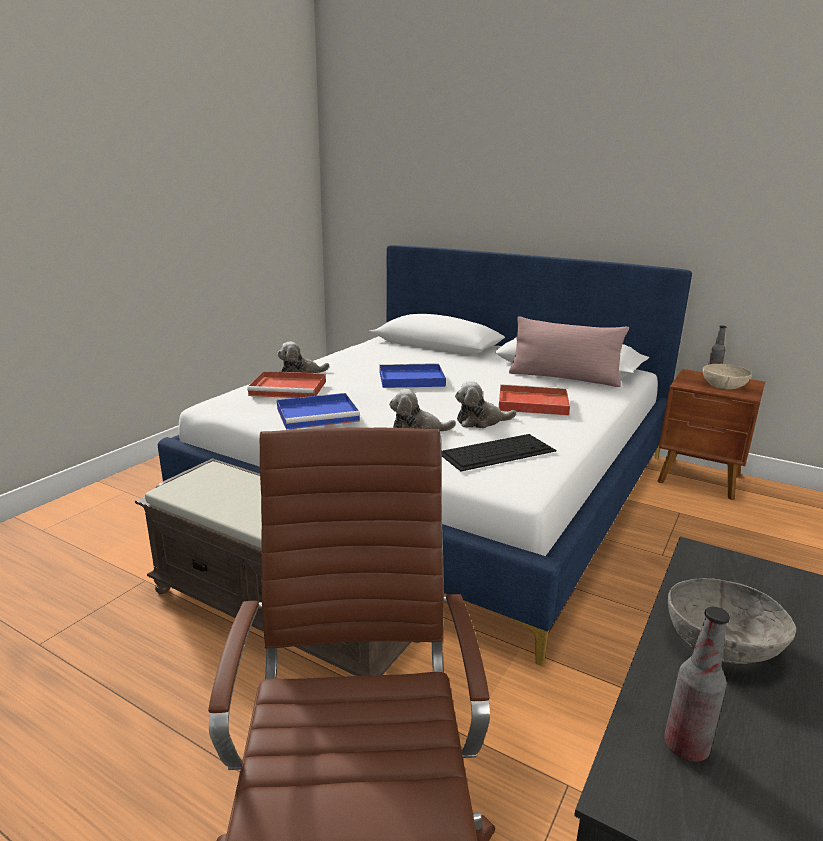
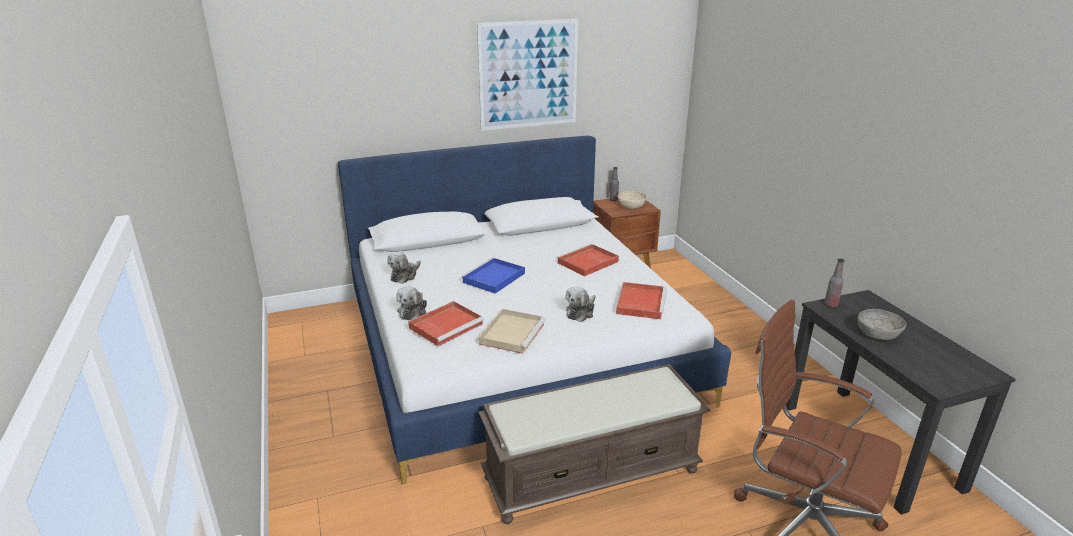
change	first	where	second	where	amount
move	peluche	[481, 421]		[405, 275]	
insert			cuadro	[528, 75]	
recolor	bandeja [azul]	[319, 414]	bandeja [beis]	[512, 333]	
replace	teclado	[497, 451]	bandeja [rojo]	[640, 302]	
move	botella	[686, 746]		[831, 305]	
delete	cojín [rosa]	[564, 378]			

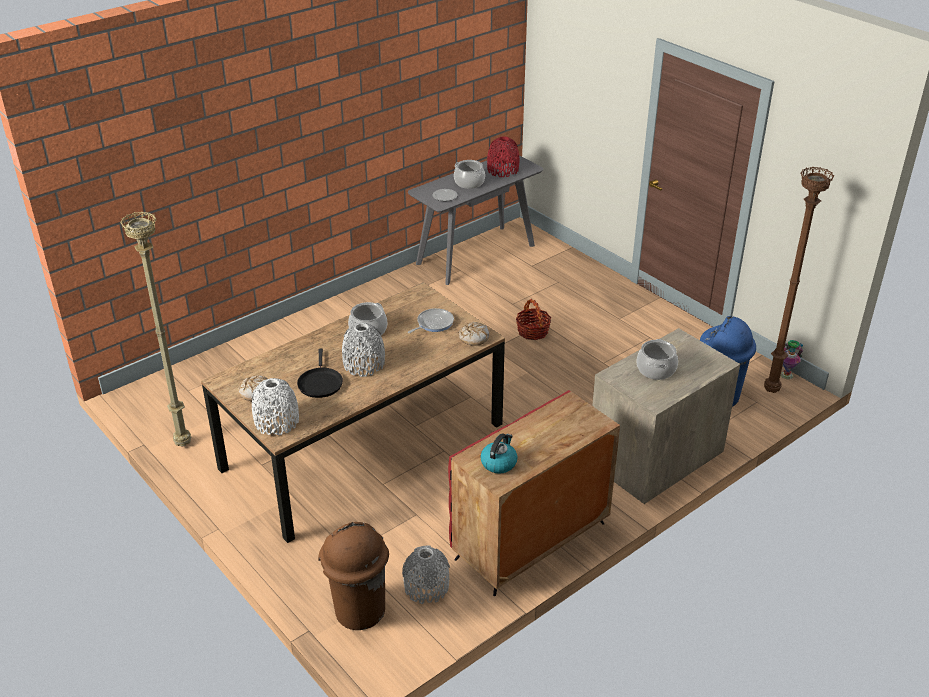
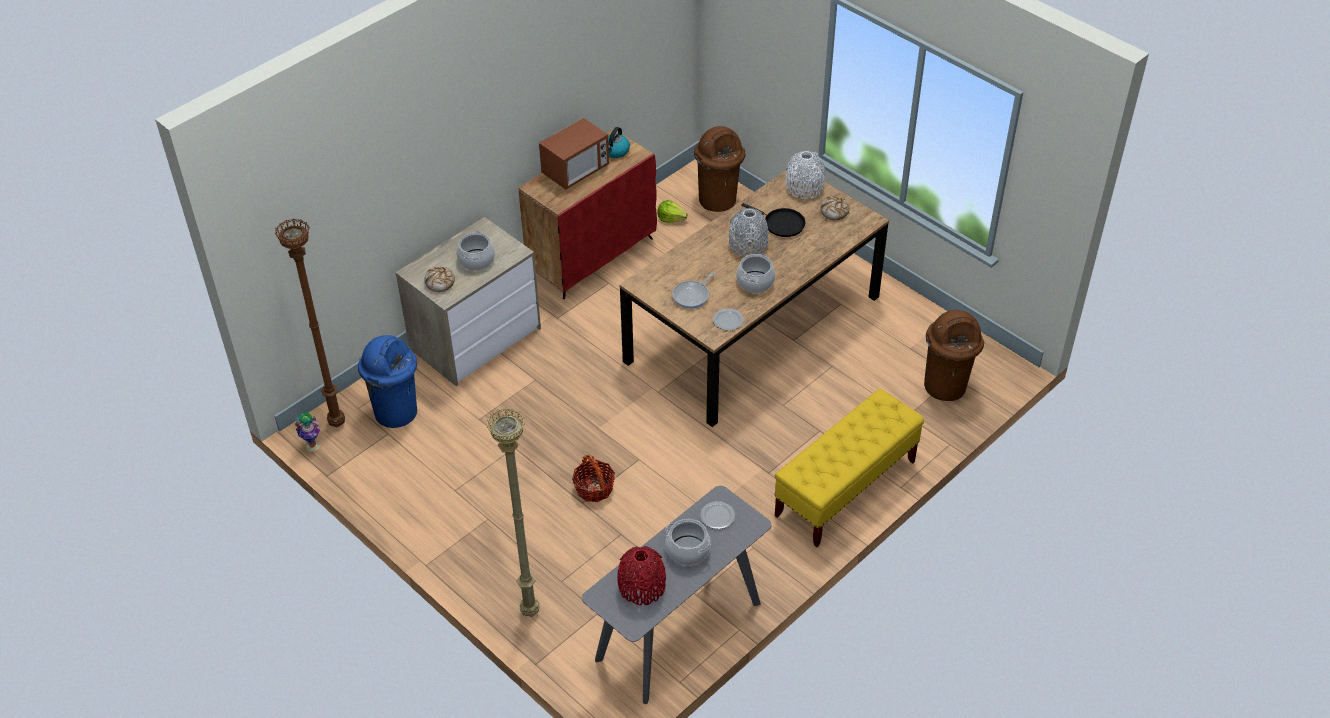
change	first	where	second	where	amount
move	pan	[474, 337]		[440, 282]	
move	lámpara de pie [beis]	[184, 444]		[528, 612]	
insert			microondas	[575, 171]	
replace	florero [gris]	[426, 587]	lechuga	[671, 218]	
insert			plato	[727, 321]	
rotate	sartén [negro]	[320, 383]		[781, 224]	135 degrees clockwise
insert			banco [amarillo]	[845, 489]	
insert			papelera [marrón]	[946, 386]	

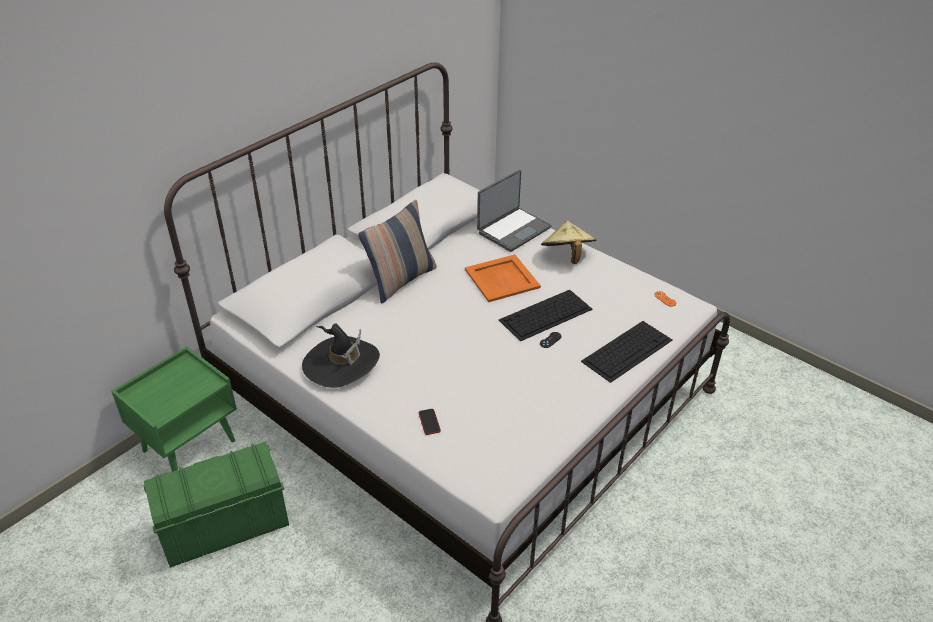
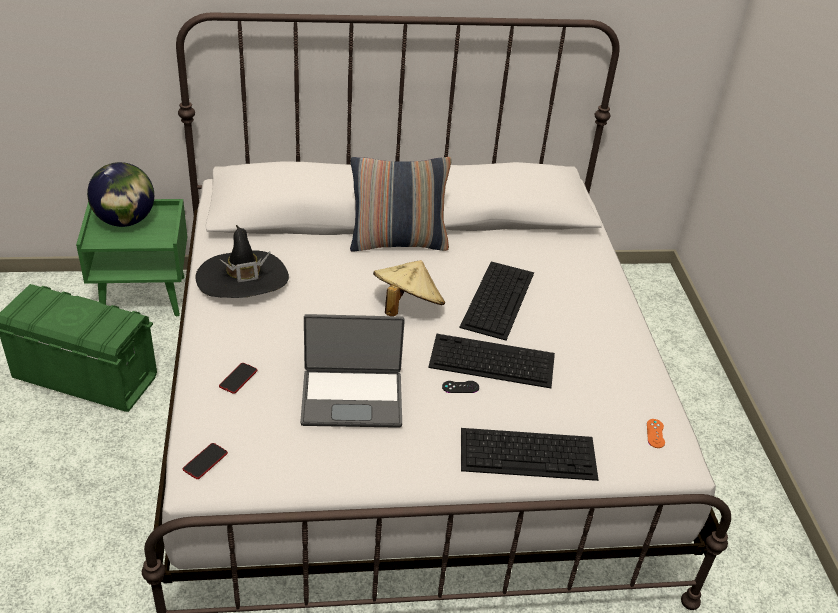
change	first	where	second	where	amount
insert			globo terráqueo	[125, 221]	
insert			móvil	[205, 461]	
move	portátil	[513, 230]		[352, 398]	
move	sombrero [beis]	[567, 256]		[407, 306]	
replace	bandeja [naranja]	[501, 278]	teclado	[497, 298]	

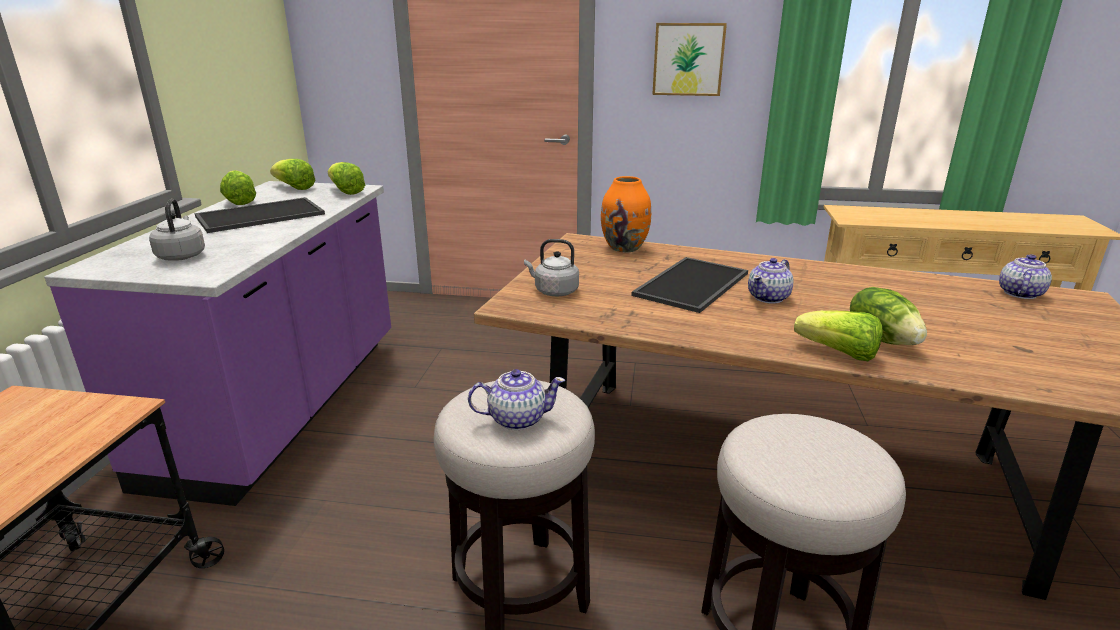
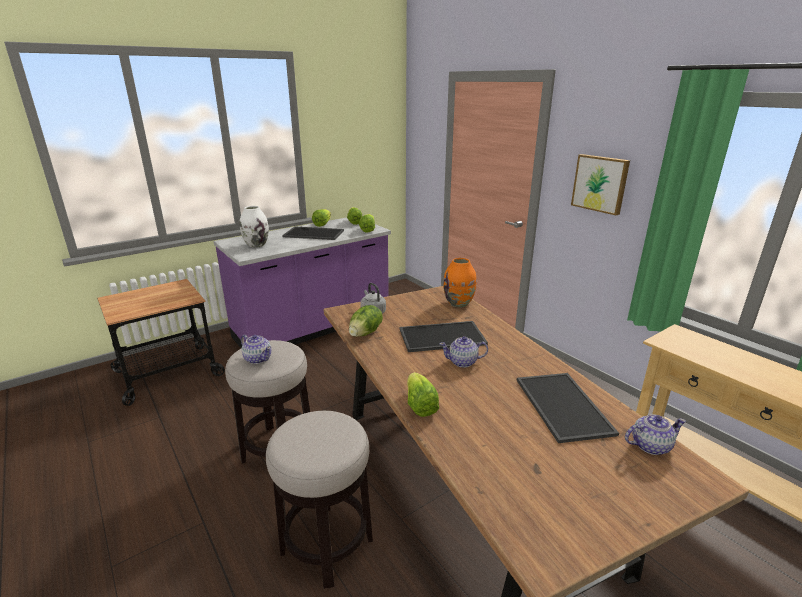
change	first	where	second	where	amount
replace	hervidor [gris]	[182, 255]	florero [blanco]	[256, 245]	
move	lechuga	[882, 338]		[366, 333]	
insert			bandeja	[561, 405]	

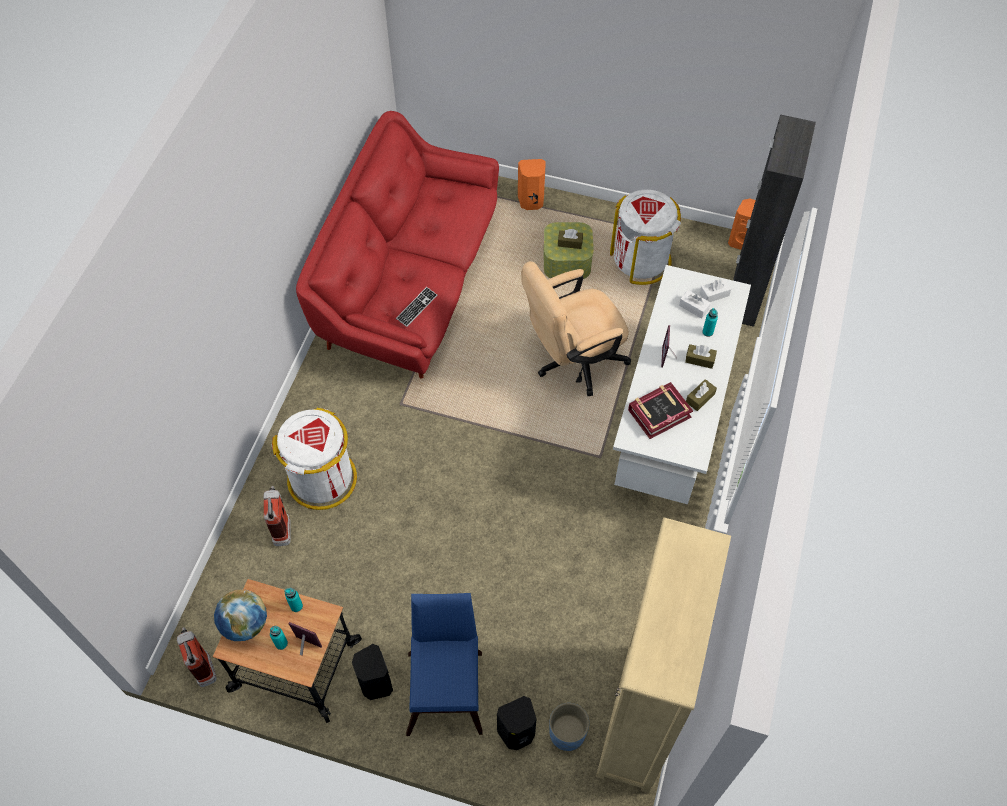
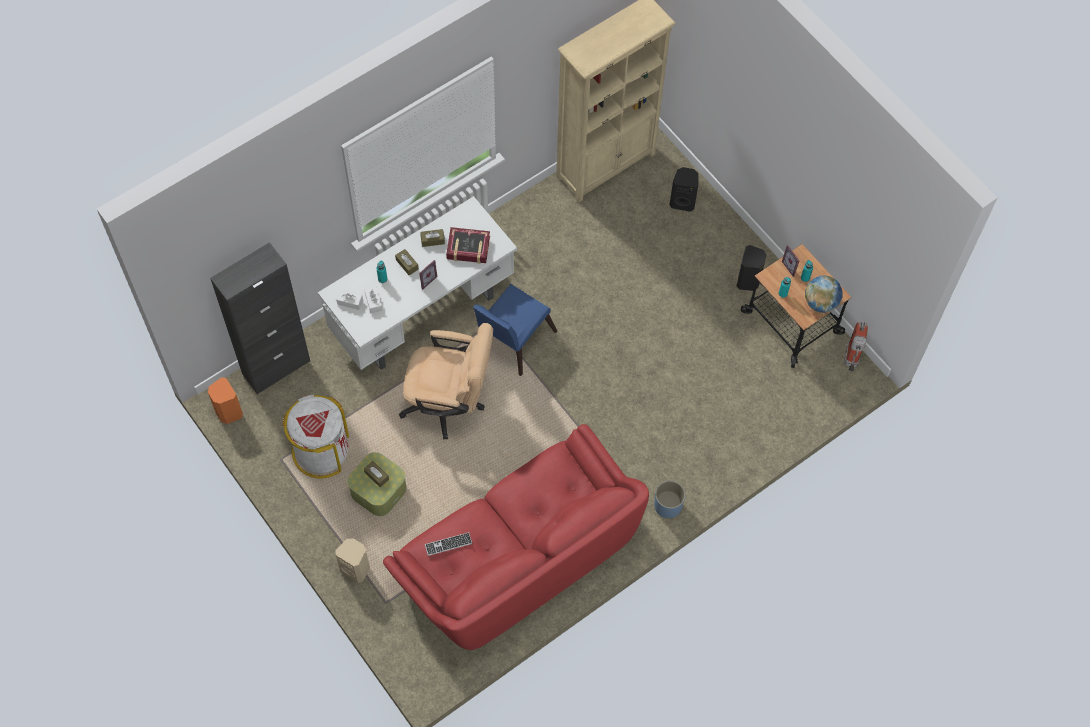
change	first	where	second	where	amount
recolor	altavoz [naranja]	[531, 202]	altavoz [beis]	[356, 568]	
move	teclado	[416, 307]		[448, 544]	
move	silla [azul]	[446, 685]		[512, 342]	
move	maceta [azul]	[567, 733]		[668, 506]	
delete	extintor	[282, 526]			
delete	papelera [blanco]	[322, 479]			

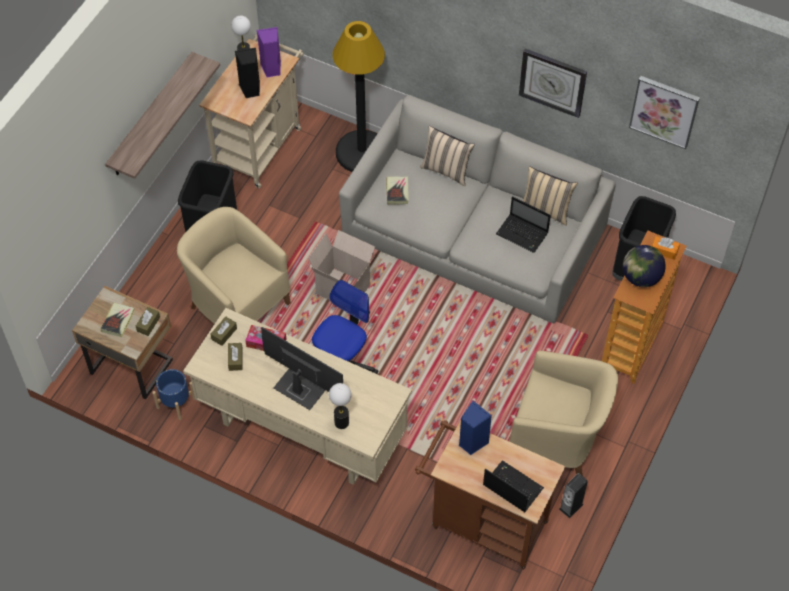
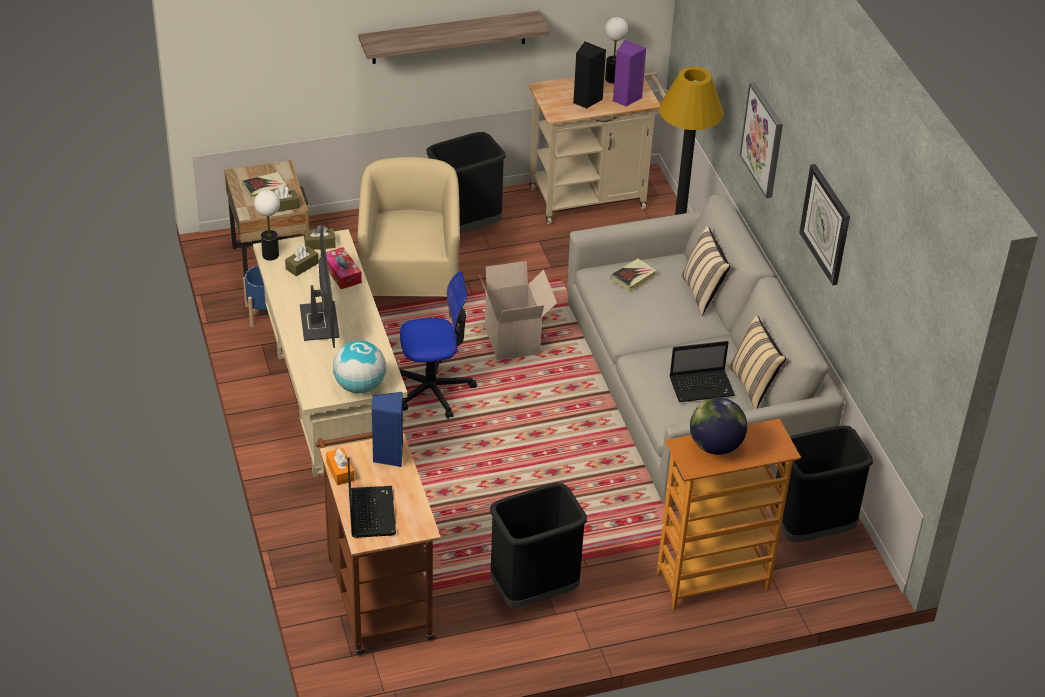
change	first	where	second	where	amount
move	lámpara de mesa	[341, 423]		[270, 255]	
move	caja de pañuelos [naranja]	[664, 251]		[340, 471]	
insert			globo terráqueo	[359, 386]	
replace	sillón [beis]	[557, 440]	papelera [negro]	[533, 591]	
rotate	portátil	[523, 234]		[702, 386]	90 degrees counterclockwise
move	cuadro	[664, 111]		[763, 139]	
delete	altavoz	[571, 506]			

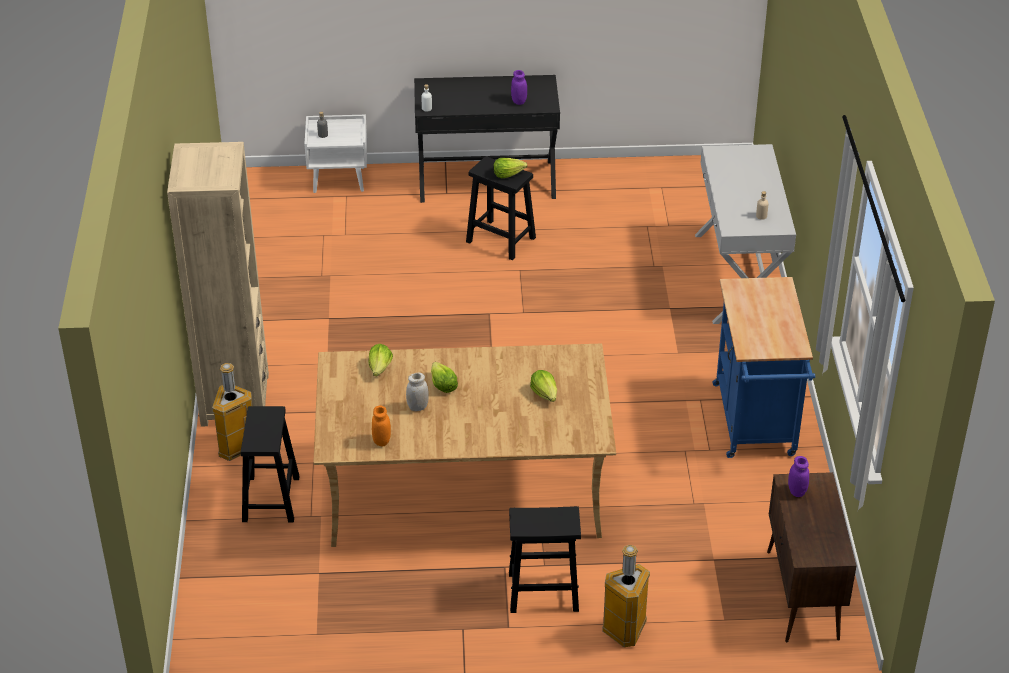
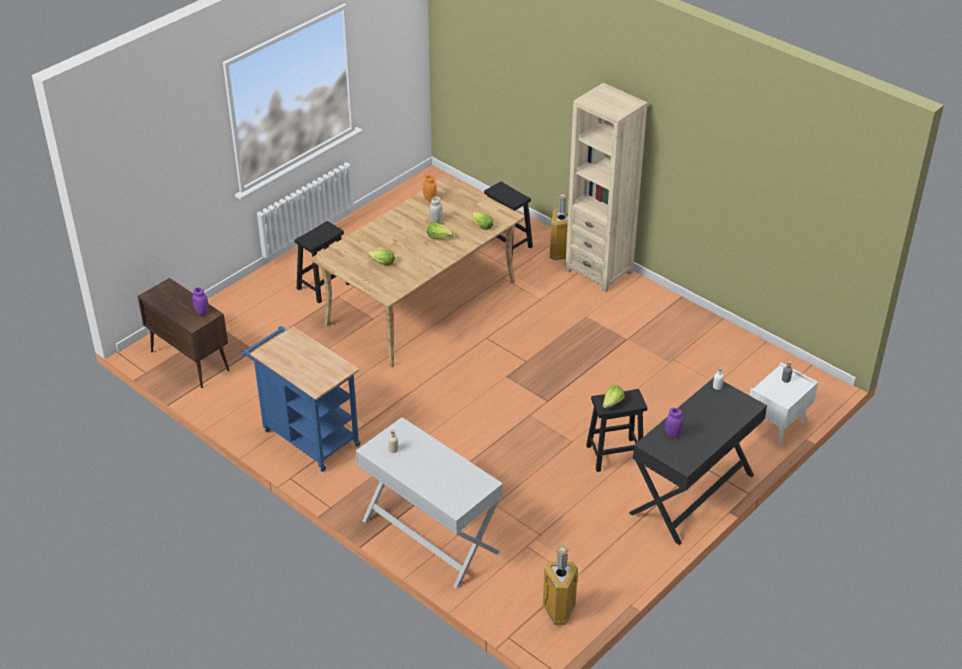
change	first	where	second	where	amount
move	papelera	[626, 630]		[559, 612]	

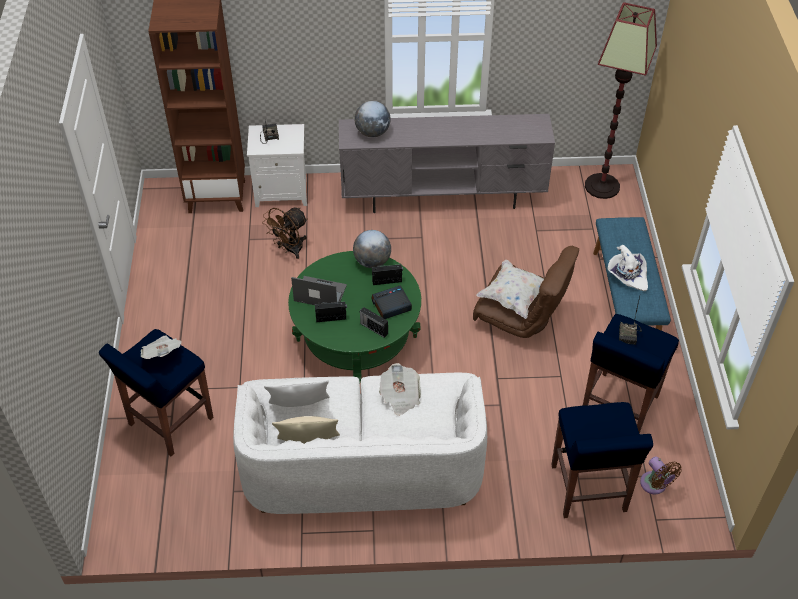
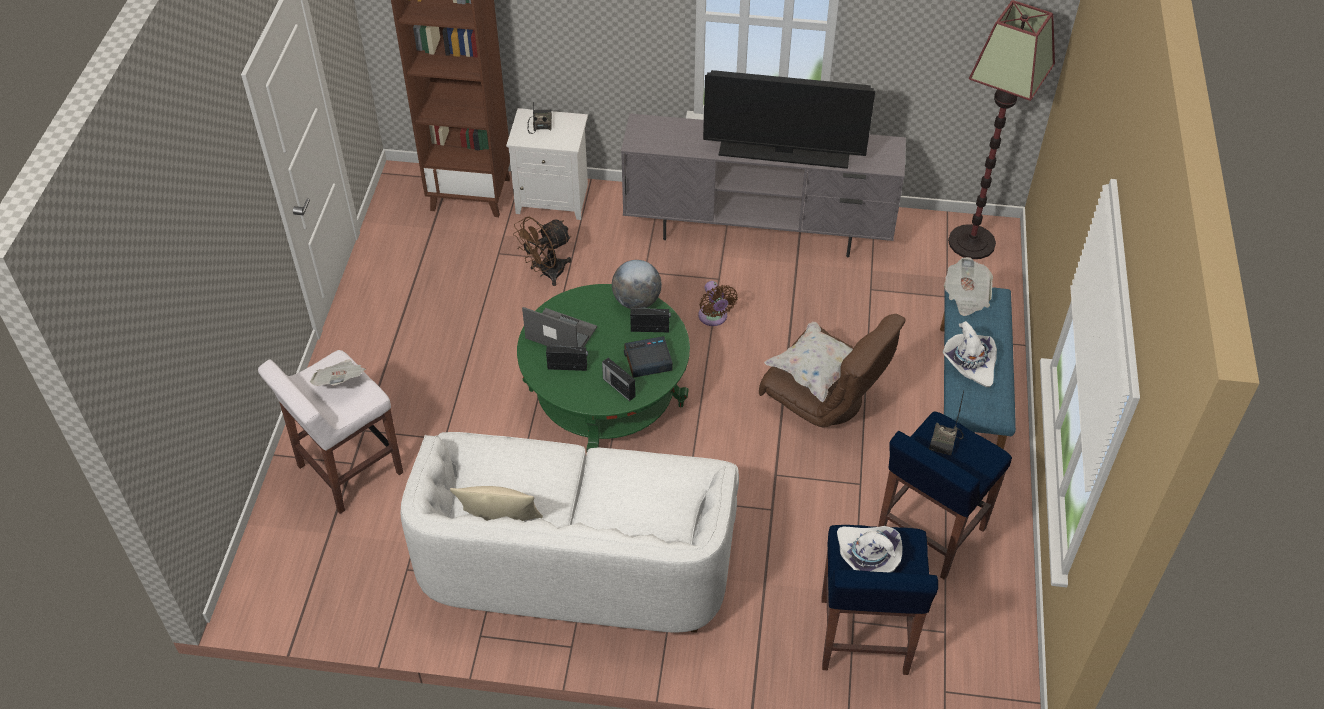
change	first	where	second	where	amount
recolor	taburete [azul]	[169, 422]	taburete [blanco]	[348, 470]	
move	ventilador [marrón]	[655, 485]		[714, 318]	
insert			televisor	[784, 154]	
insert			sombrero [blanco]	[867, 556]	
move	periódico	[400, 396]		[966, 297]	
delete	cojín [blanco]	[299, 407]			
delete	globo terráqueo	[372, 132]			

